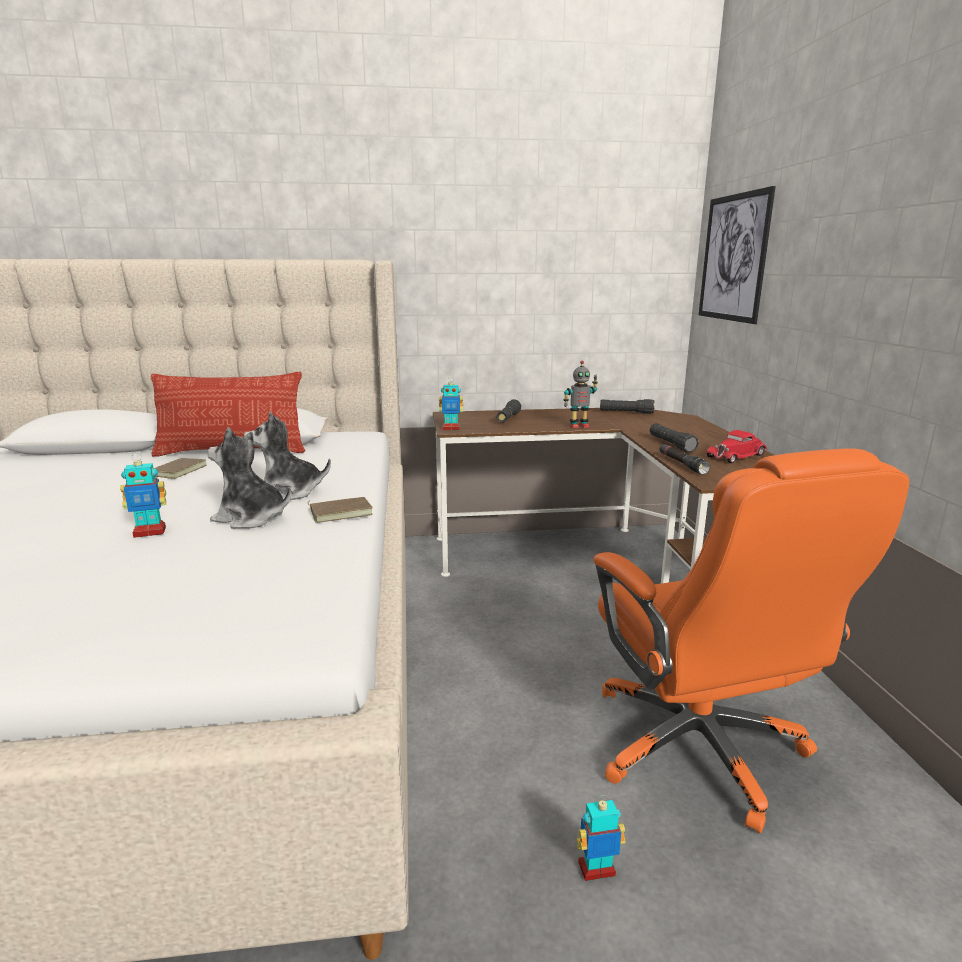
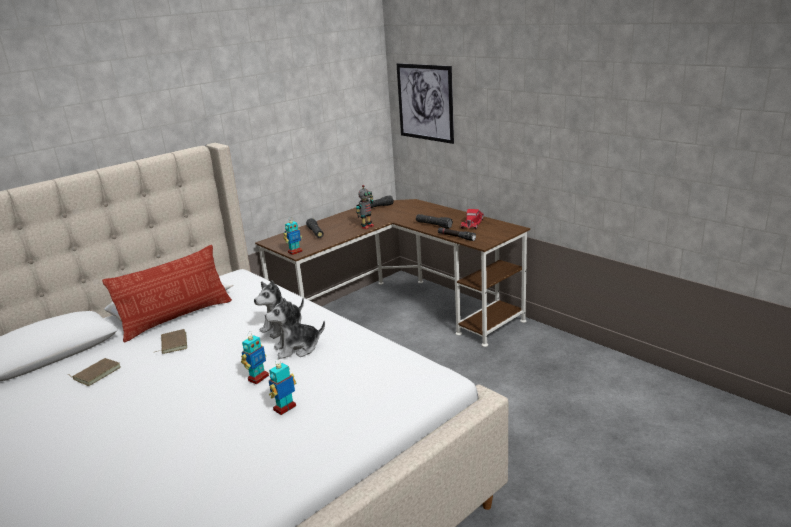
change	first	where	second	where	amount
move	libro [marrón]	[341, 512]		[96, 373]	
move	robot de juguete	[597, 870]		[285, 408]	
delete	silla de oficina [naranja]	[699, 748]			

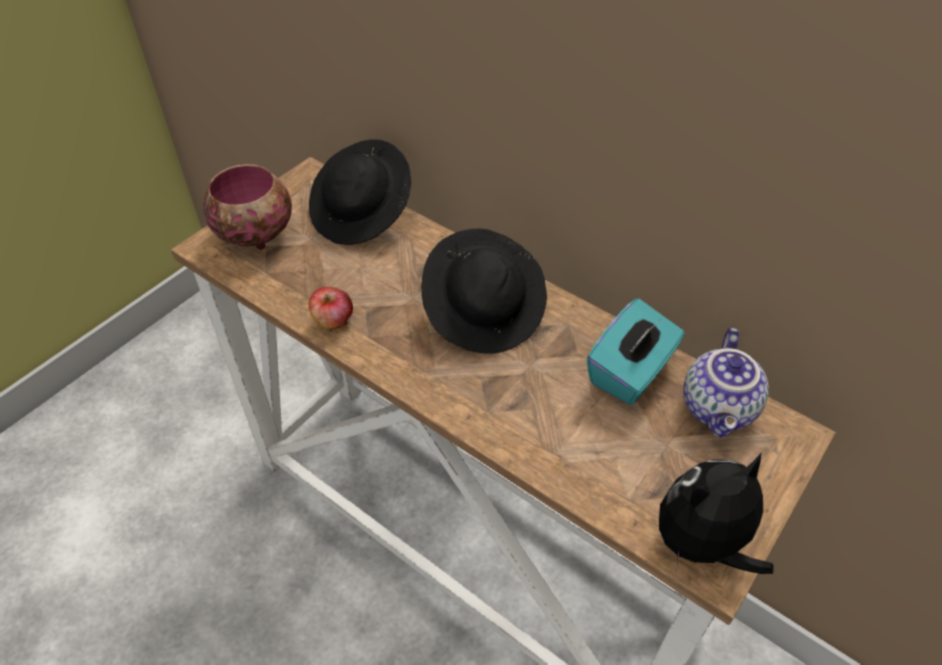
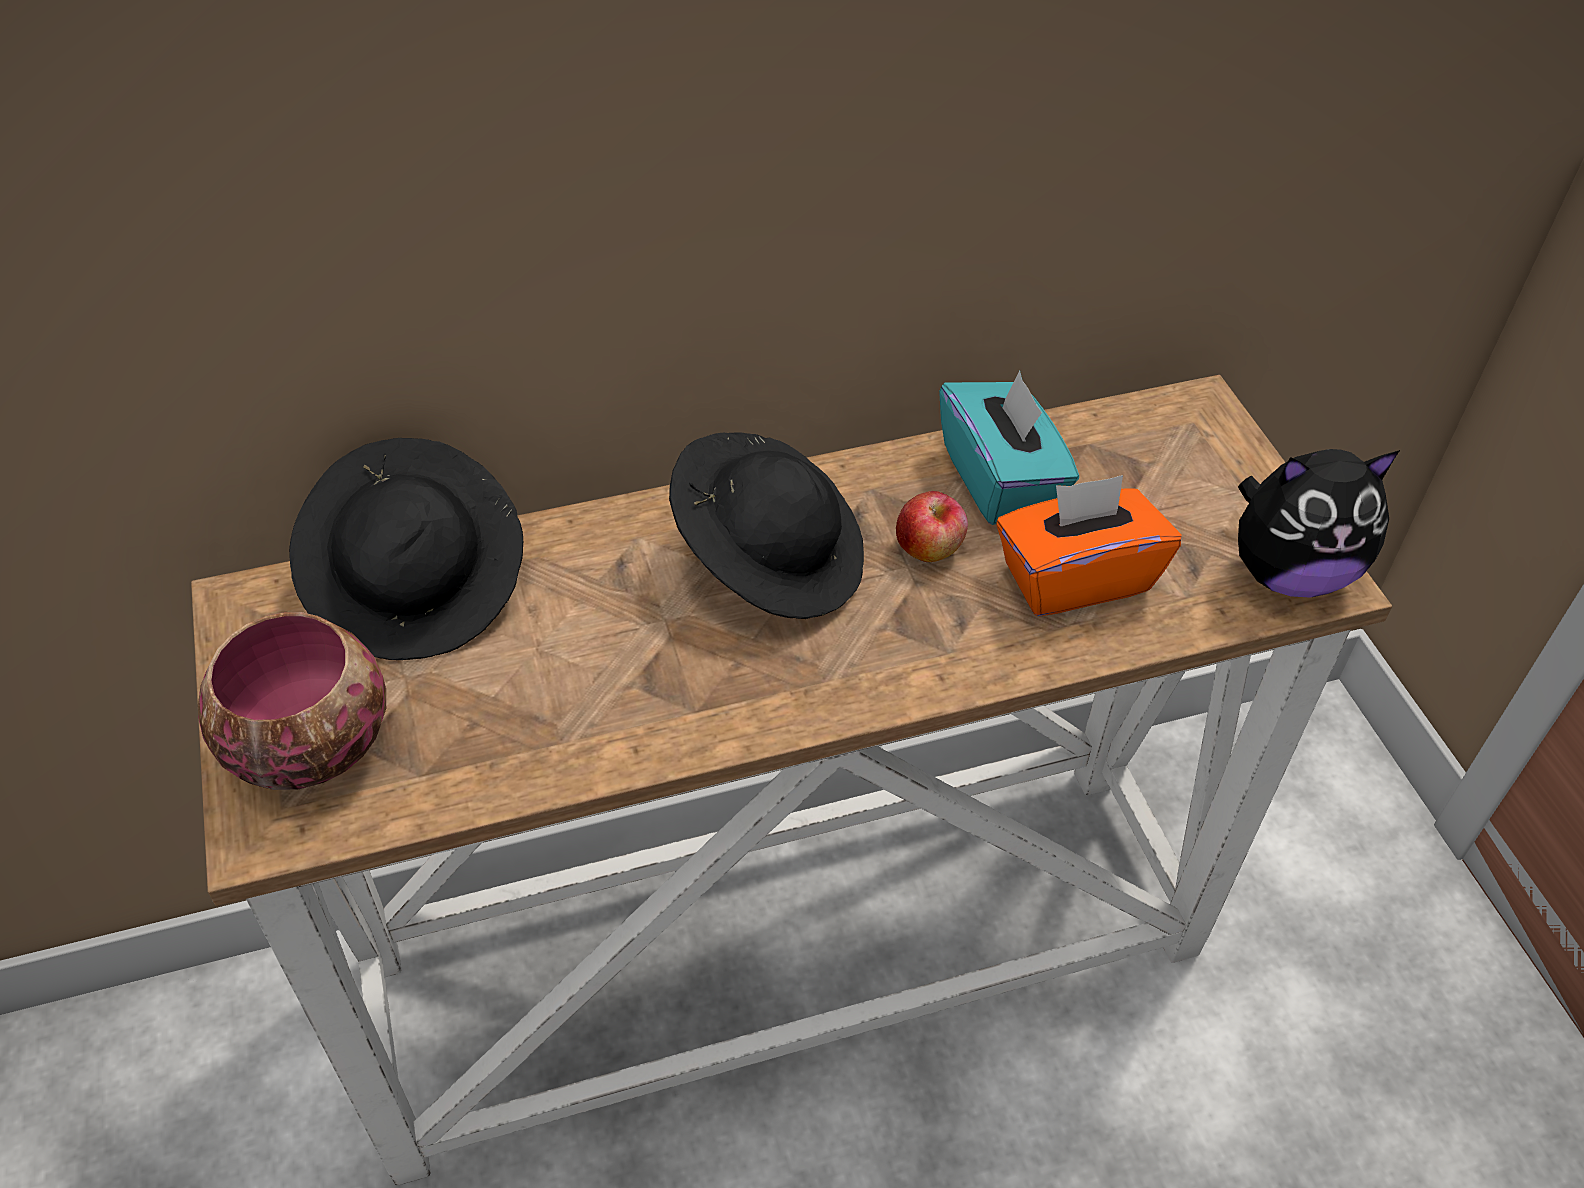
change	first	where	second	where	amount
move	manzana	[333, 320]		[929, 548]	
insert			caja de pañuelos [naranja]	[1075, 577]	
rotate	peluche	[701, 545]		[1289, 572]	105 degrees counterclockwise
delete	tetera	[719, 409]			

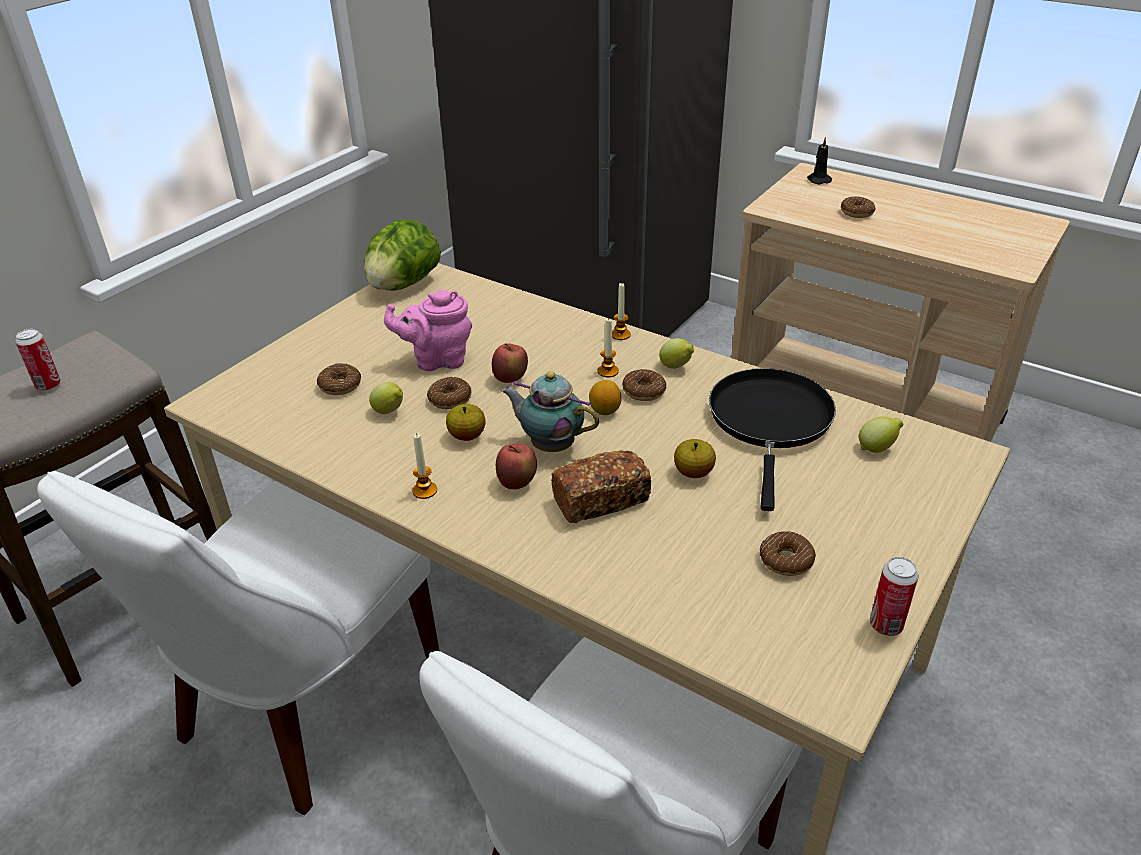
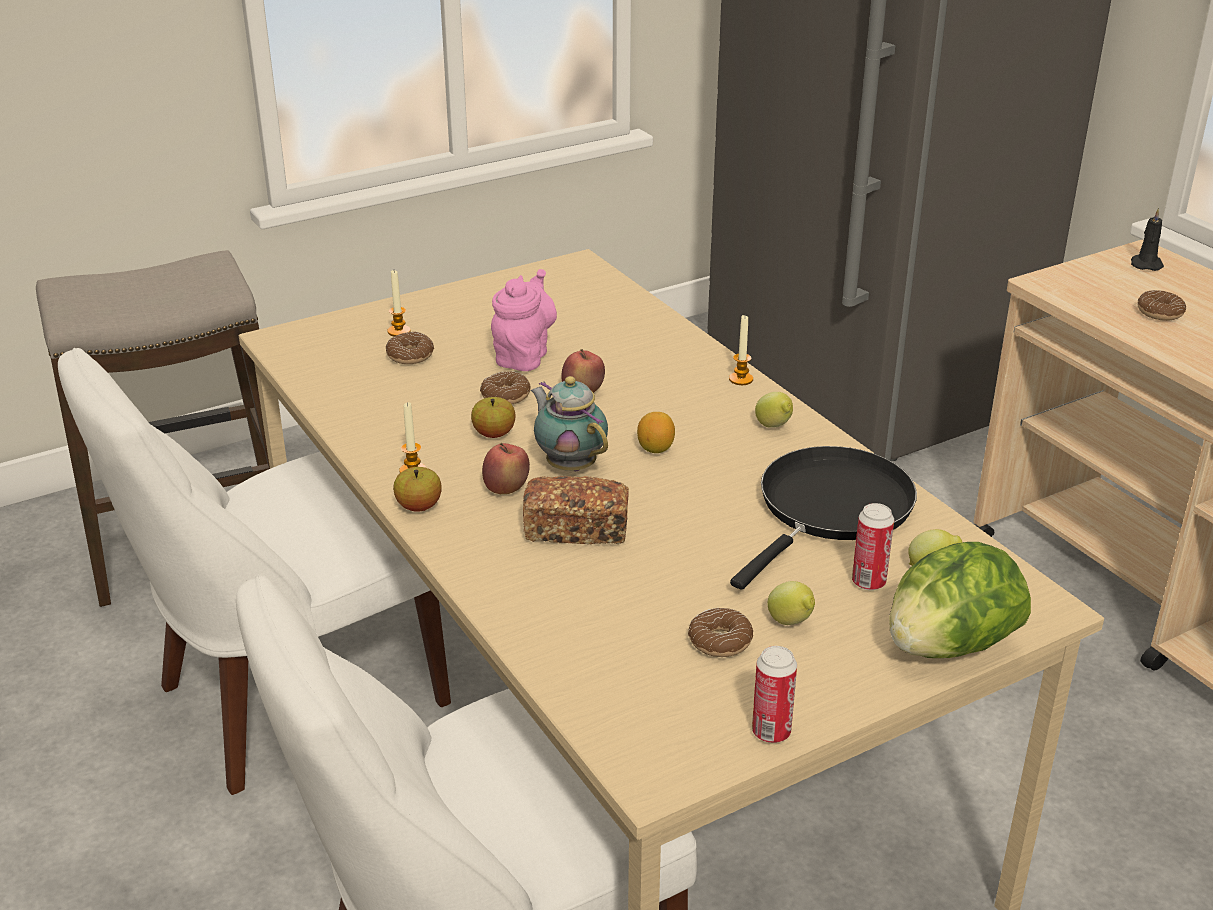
change	first	where	second	where	amount
move	vela	[608, 371]		[399, 331]	
move	manzana	[693, 473]		[419, 506]	
rotate	tetera [rosa]	[437, 360]		[524, 356]	90 degrees clockwise
move	limón	[390, 412]		[791, 623]	
move	lata	[48, 385]		[868, 582]	
move	lechuga	[403, 285]		[949, 646]	
delete	rosquilla	[643, 391]			

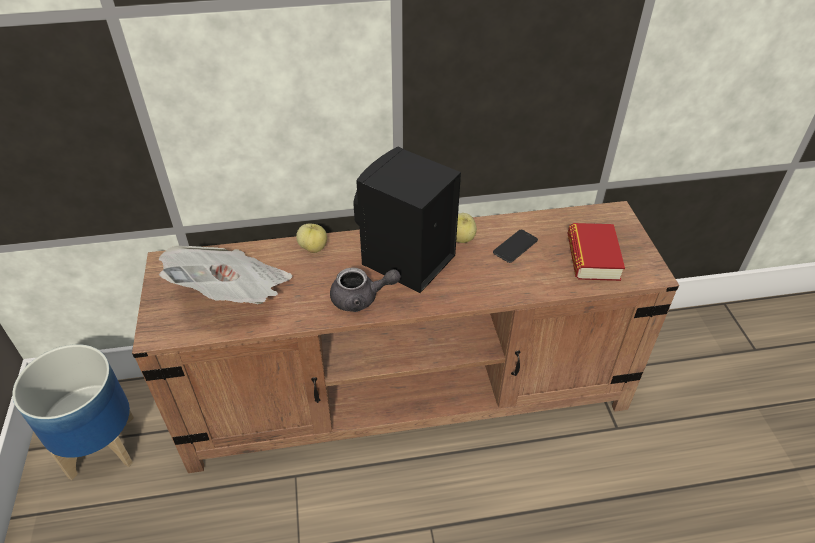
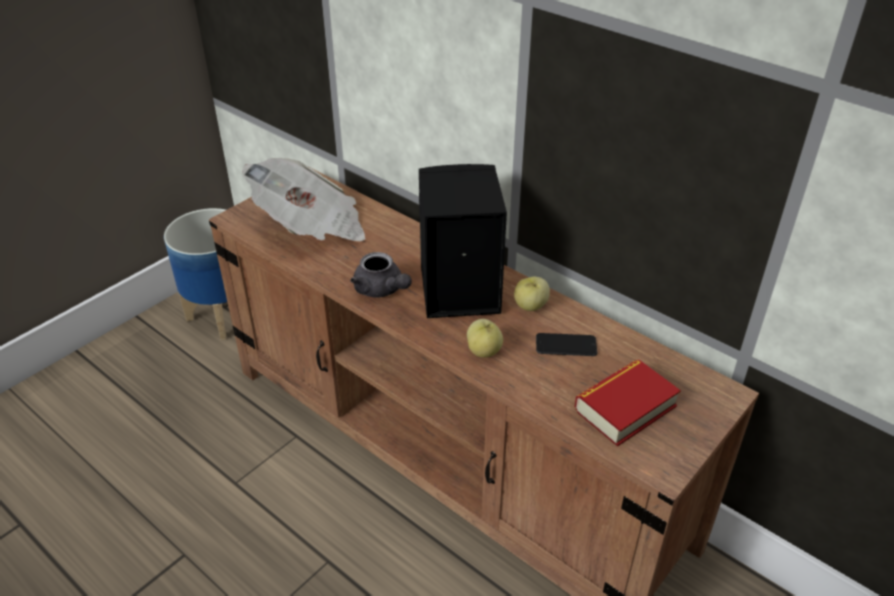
change	first	where	second	where	amount
move	manzana	[313, 248]		[484, 351]	

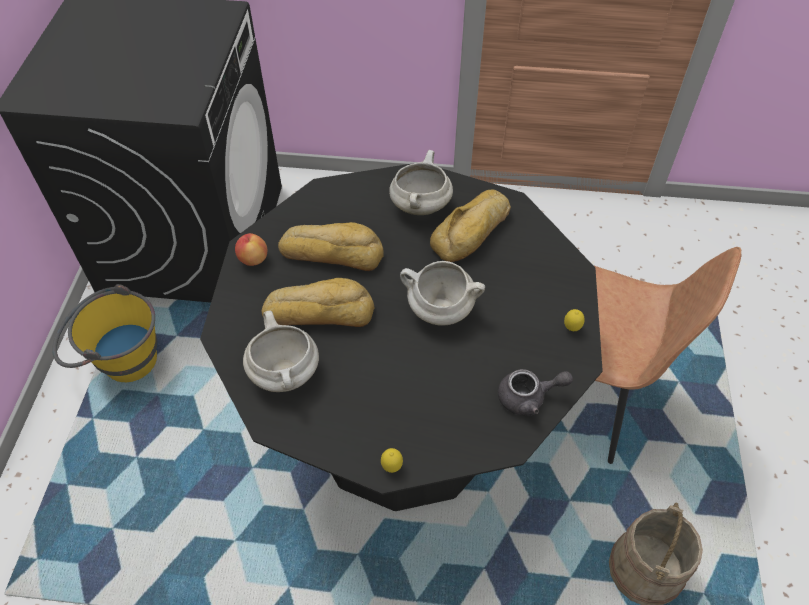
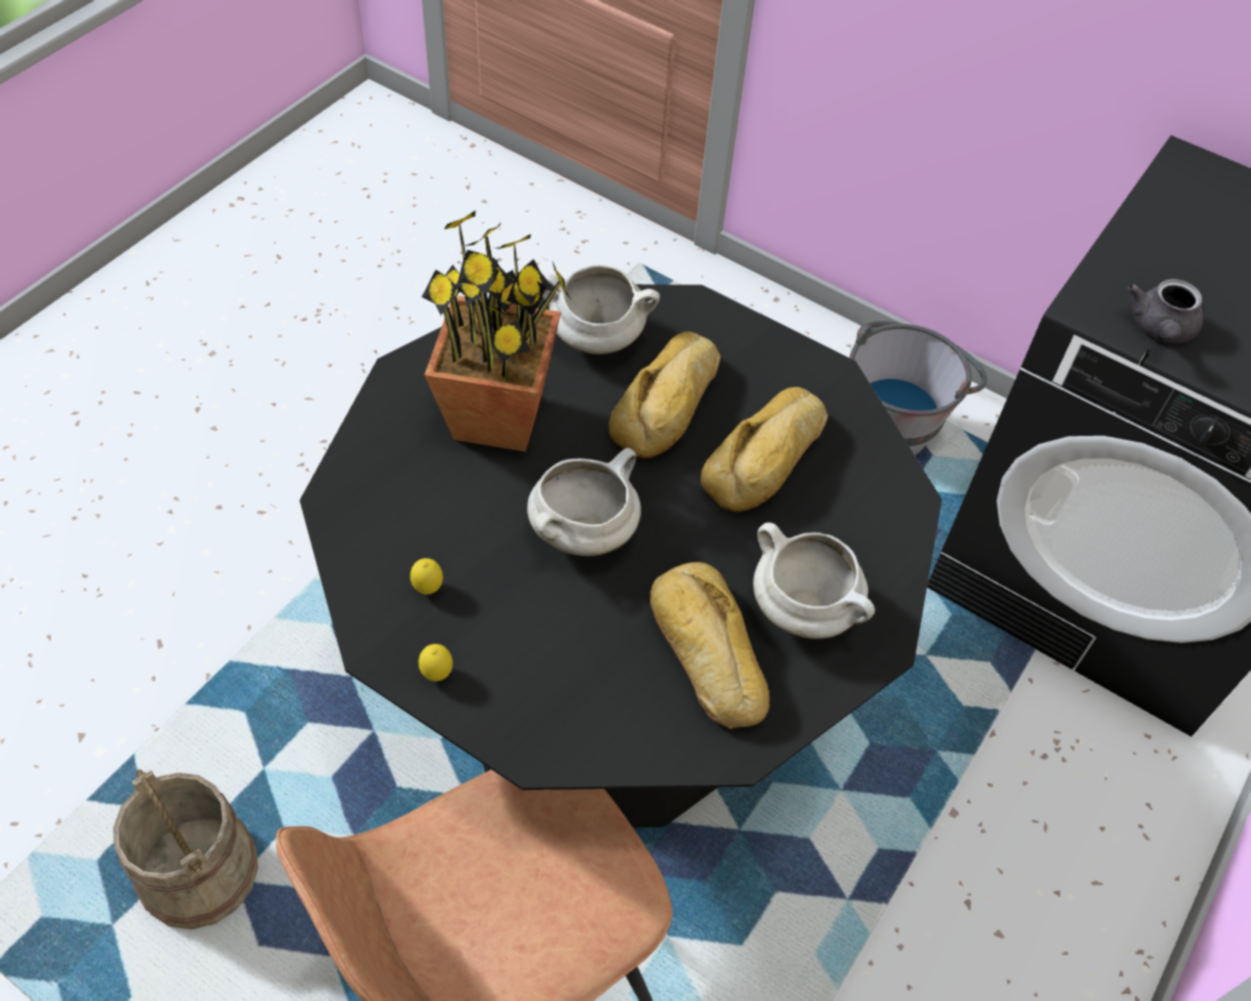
change	first	where	second	where	amount
move	limón	[392, 467]		[428, 589]	
insert			planta en maceta	[498, 417]	
recolor	cubo [amarillo]	[119, 360]	cubo [gris]	[897, 421]	
move	tetera [gris]	[528, 397]		[1159, 330]	
delete	manzana	[253, 259]			

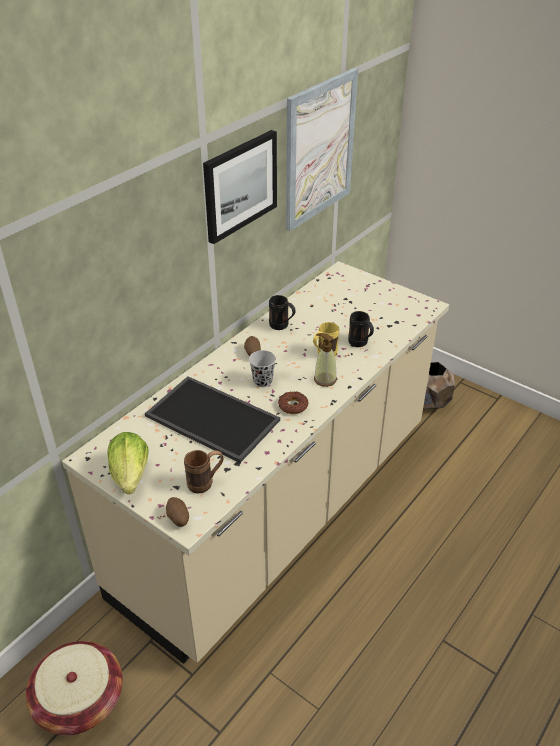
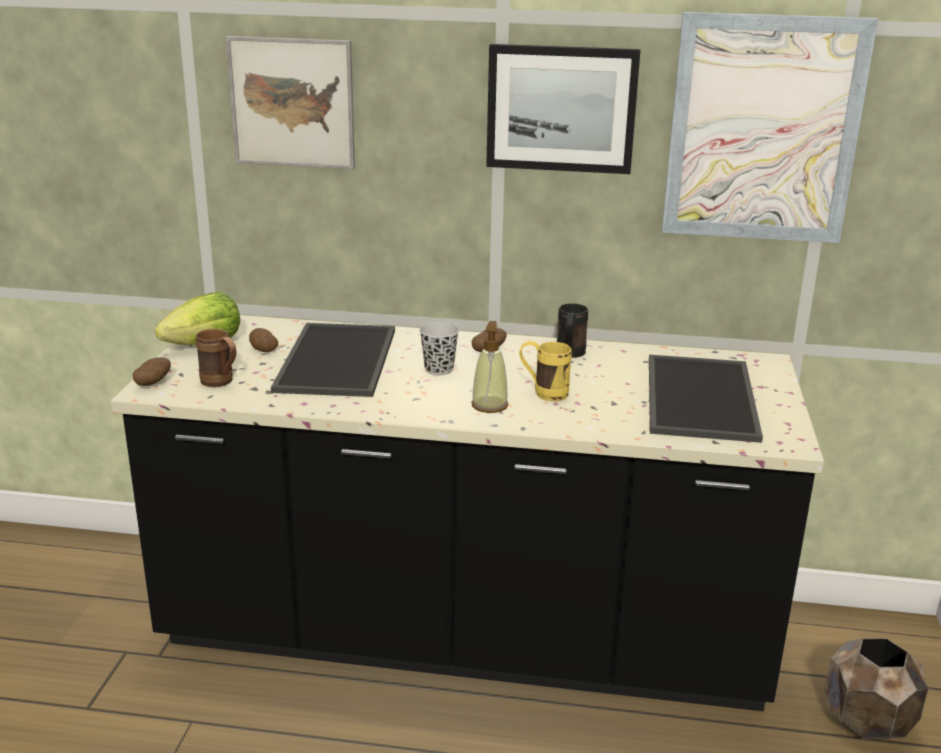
change	first	where	second	where	amount
recolor	mueble bajo de cocina [beis]	[280, 510]	mueble bajo de cocina [negro]	[465, 635]	
insert			cuadro	[292, 102]	
insert			patata	[263, 350]	
insert			bandeja	[703, 399]	
delete	cesta	[79, 700]			
delete	rosquilla	[293, 406]			
delete	taza grande [negro]	[360, 344]			

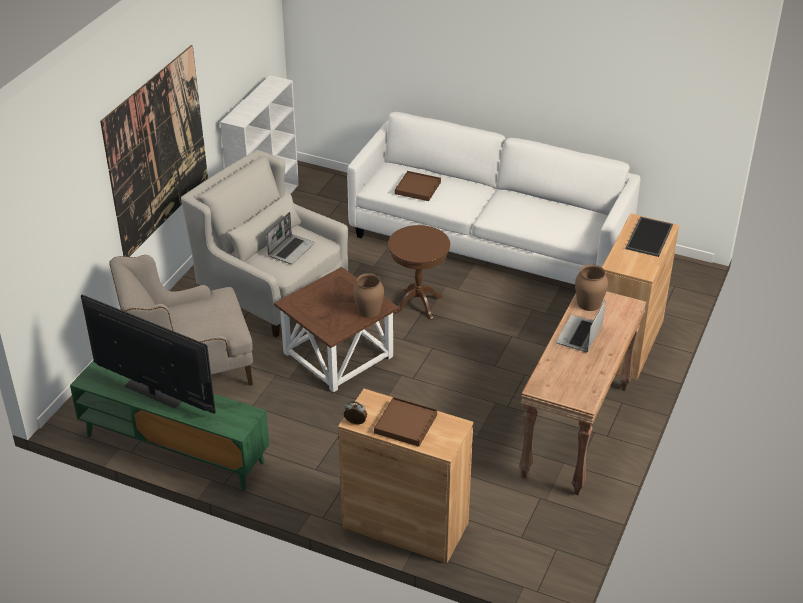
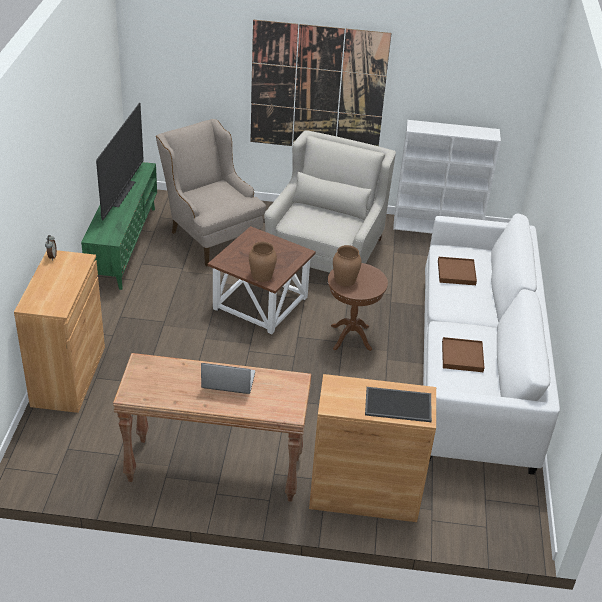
change	first	where	second	where	amount
move	florero [marrón]	[588, 303]		[345, 279]	
move	bandeja [marrón]	[405, 424]		[462, 356]	
delete	portátil	[291, 250]			

